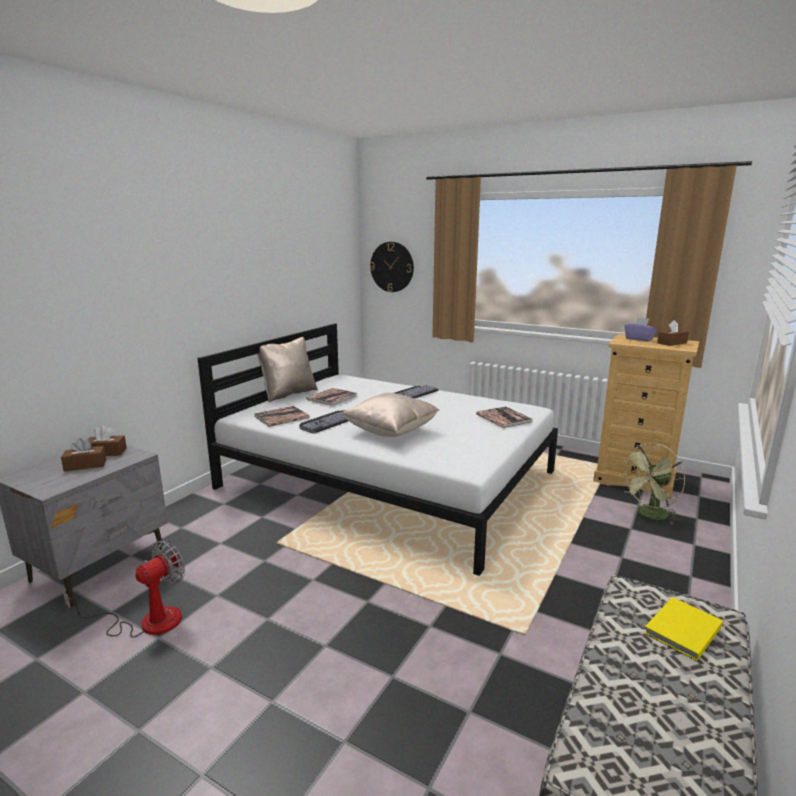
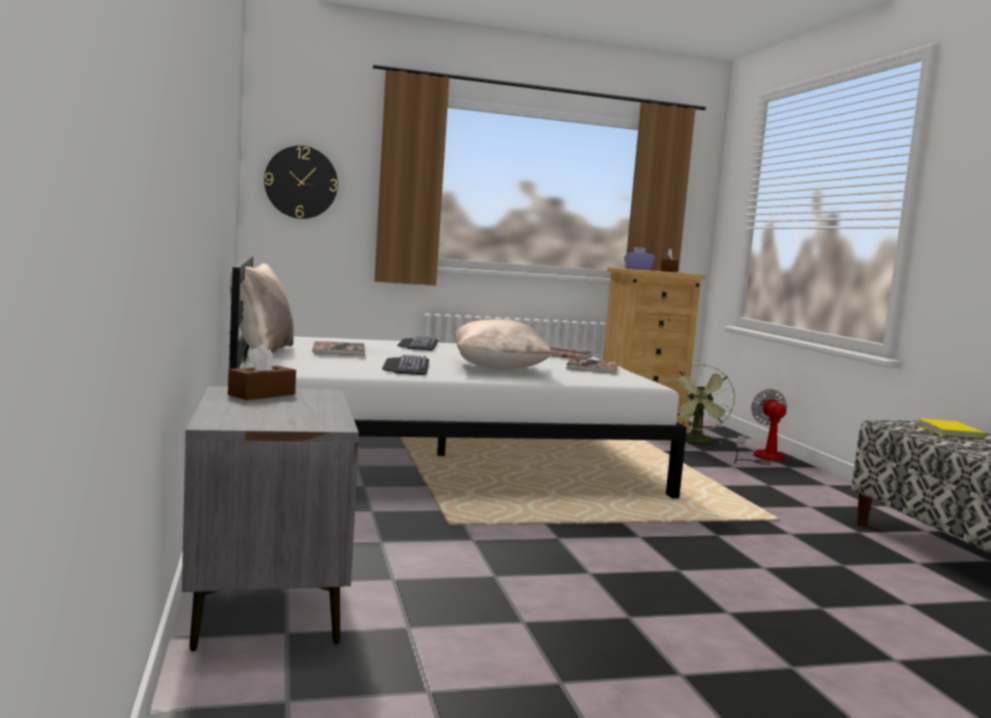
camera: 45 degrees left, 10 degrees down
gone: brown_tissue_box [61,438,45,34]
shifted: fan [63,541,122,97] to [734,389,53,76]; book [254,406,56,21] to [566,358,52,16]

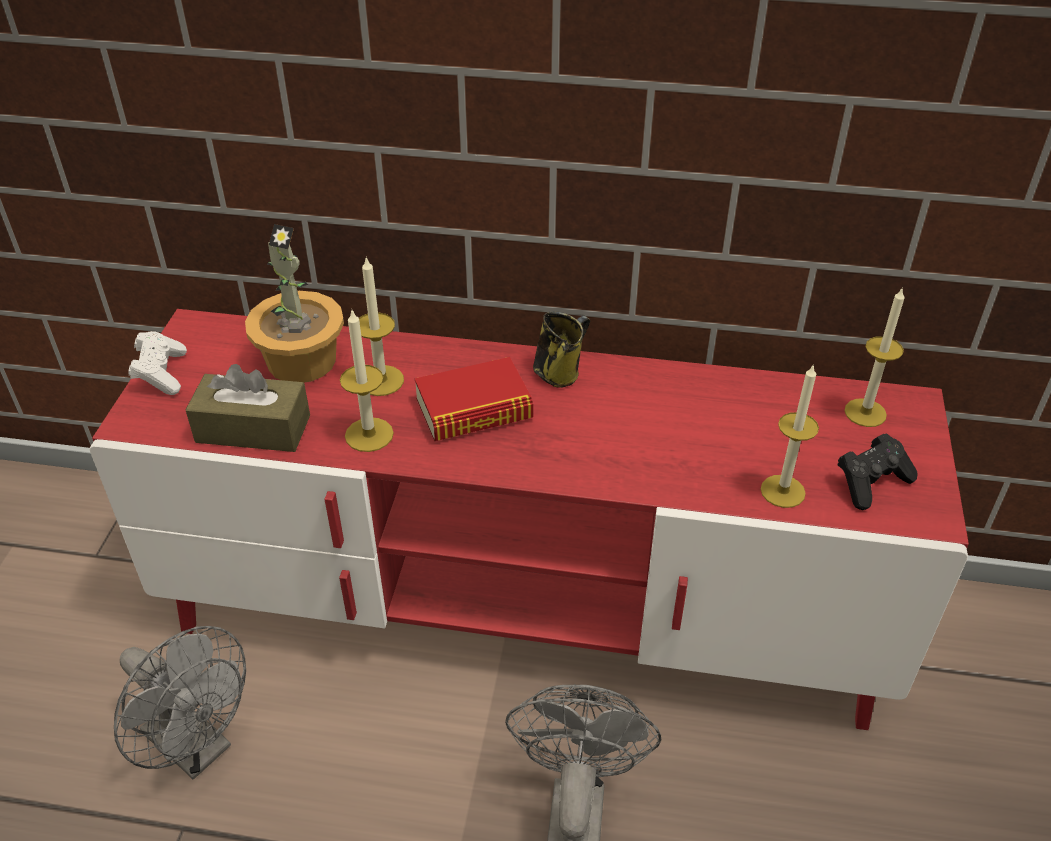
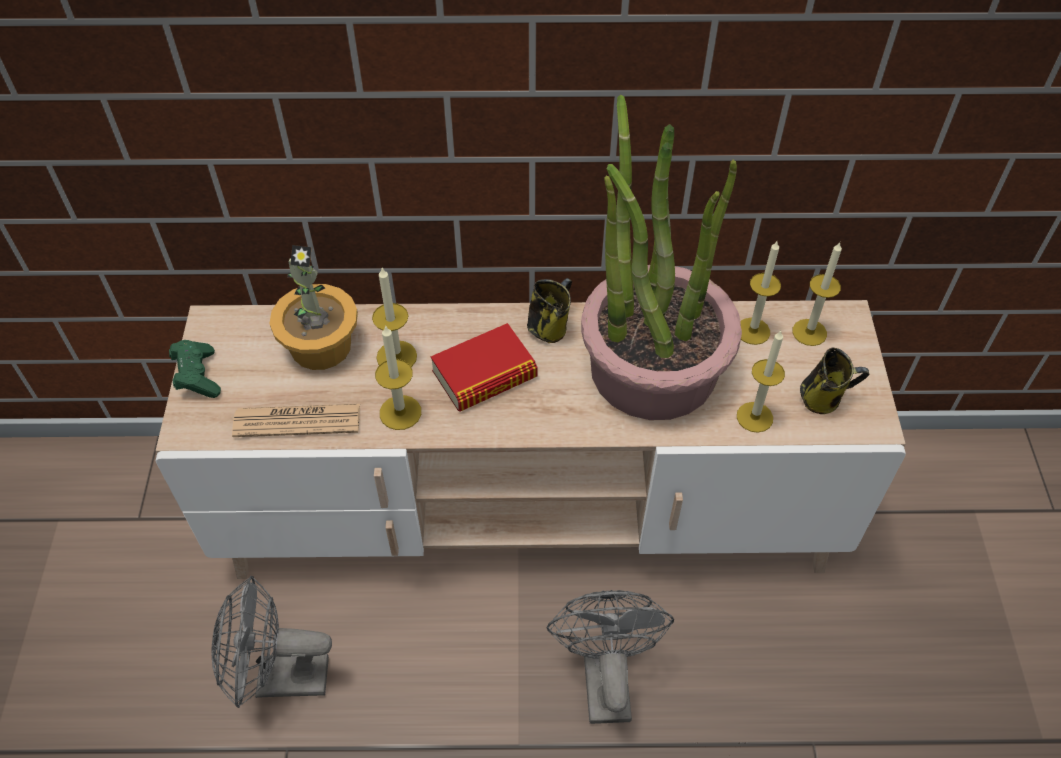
camera: 10 degrees left, 10 degrees up
new: potted_plant [581,94,161,326]; candle [741,241,40,104]
swapped: brown_tissue_box [186,364,124,88] to newspaper [232,404,128,33]; black_game_controller [837,433,80,77] to mug [800,347,70,67]
repainted: red_tv_stand [90,309,879,421] to beige_tv_stand [155,300,751,279]; white_game_controller [128,331,59,64] to green_game_controller [169,340,52,58]
rotated: grey_fan [114,626,132,154] = [212,576,120,132] 150 degrees clockwise

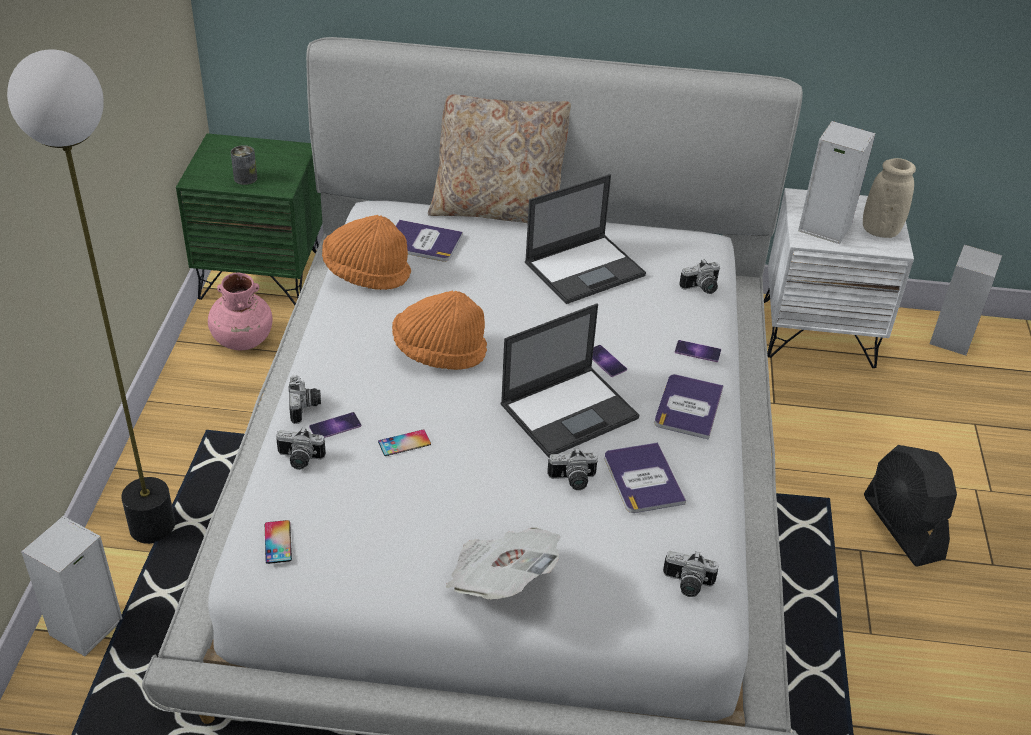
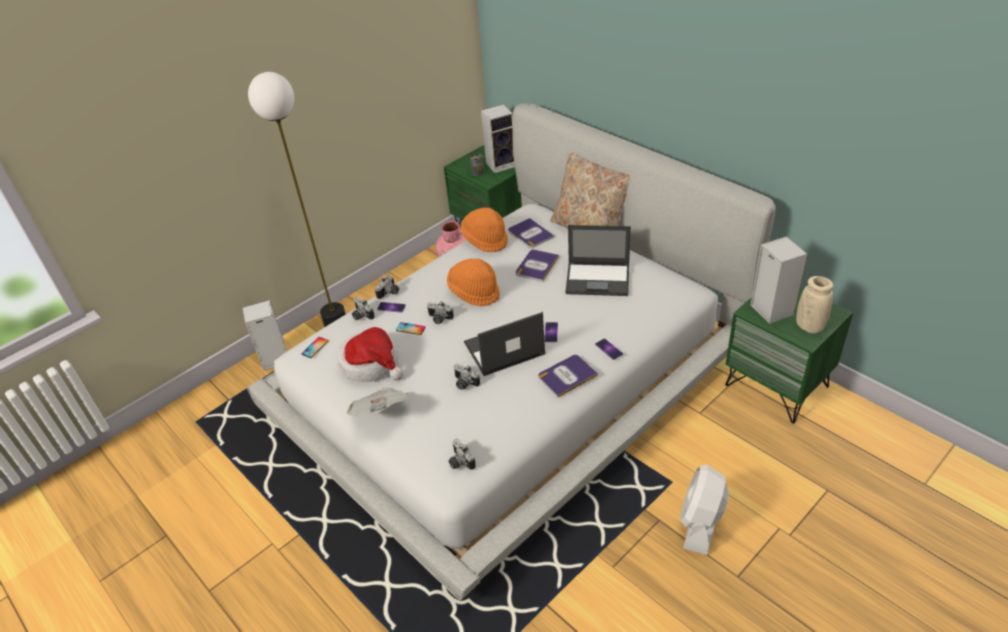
camera: 45 degrees right, 0 degrees up
new: hat [337,327,66,55]
shifted: book [604,442,82,71] to [516,249,43,33]; photo_camera [679,259,41,35] to [427,302,27,22]; speaker [930,245,72,110] to [481,104,34,69]
repainted: white_nightstand [764,188,150,180] to green_nightstand [725,288,128,135]; black_fan [864,445,93,122] to white_fan [681,465,48,90]
rotated: laptop [500,303,139,155] = [464,312,82,64] 150 degrees clockwise

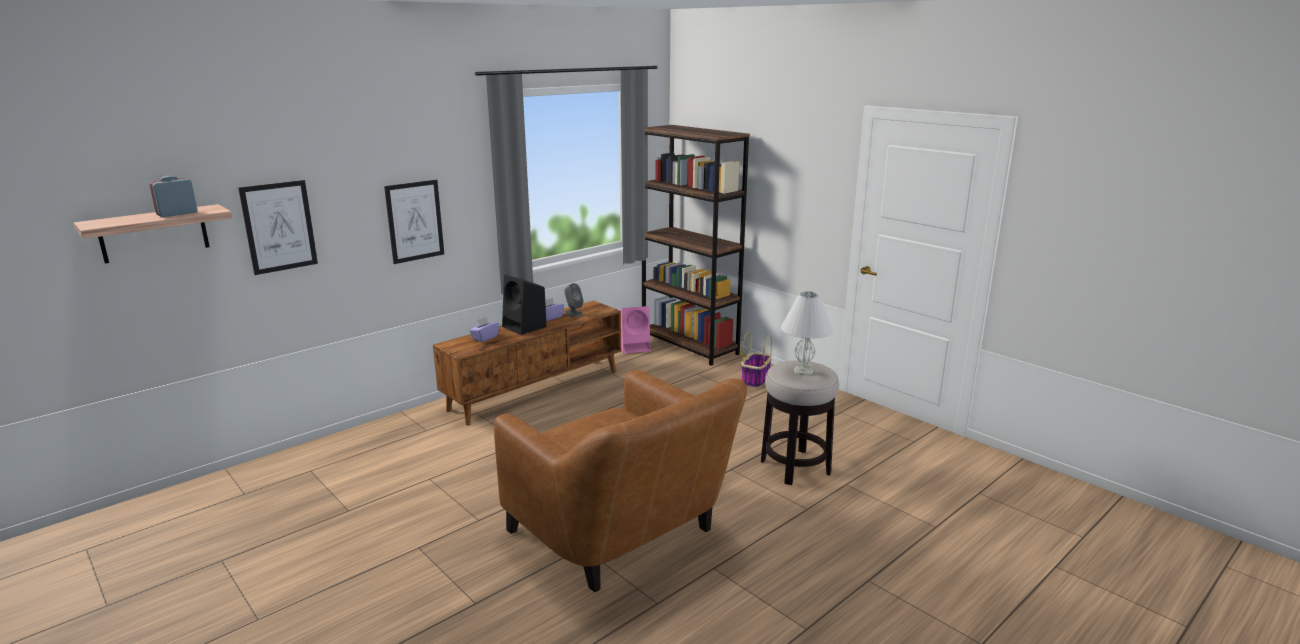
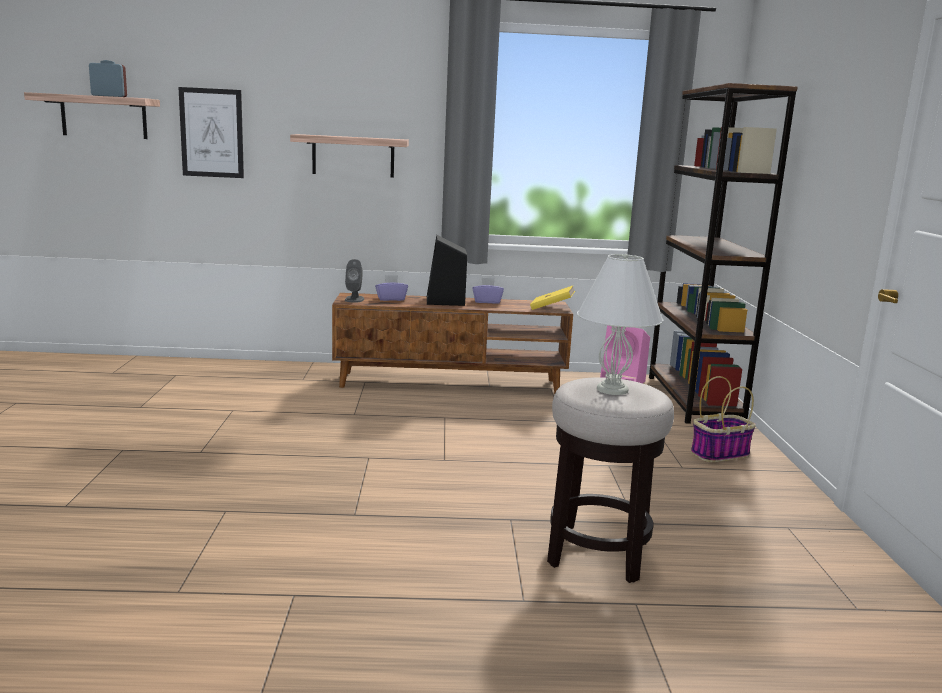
camera: 40 degrees right, 5 degrees down
gone: brown_armchair [494,370,253,222]
new: yellow_book [530,286,45,24]
shifted: grey_speaker [564,283,19,34] to [345,259,19,44]
swapped: picture [384,180,60,84] to shelf [290,134,119,44]

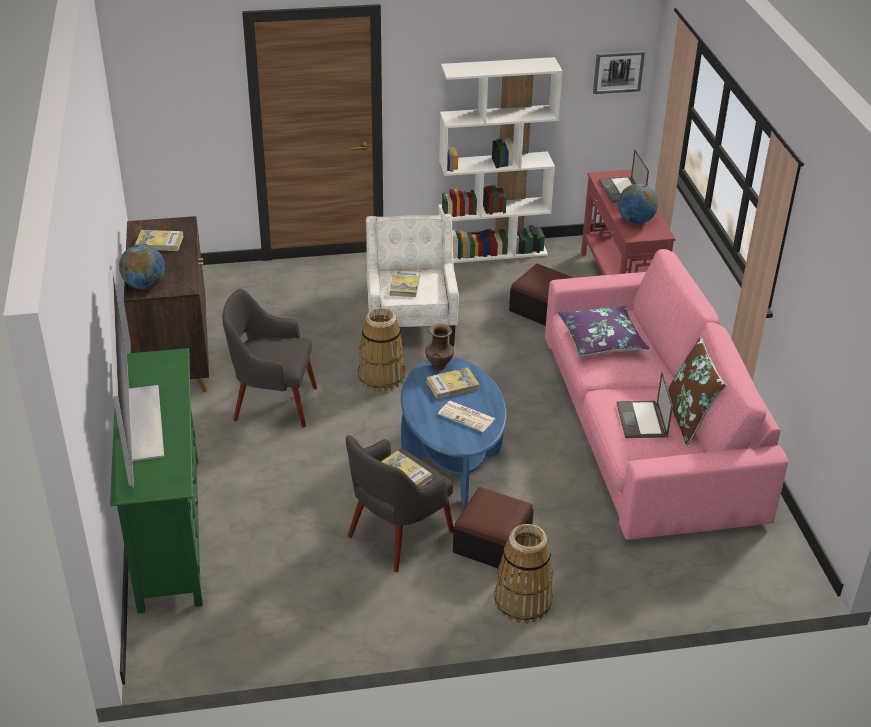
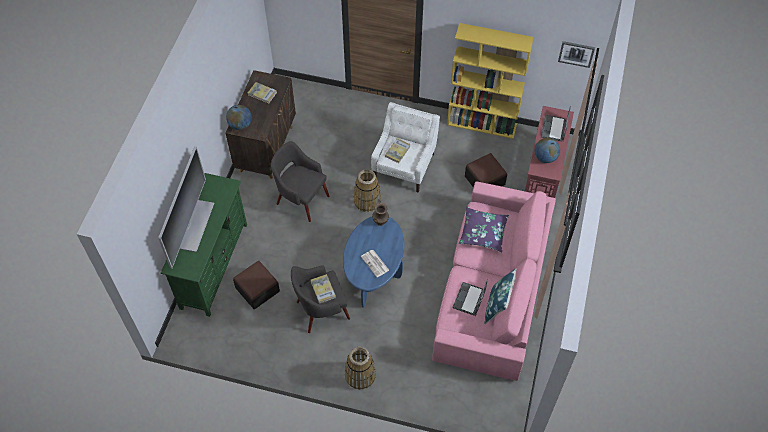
camera: 25 degrees right, 20 degrees up
gone: book [426,367,53,32]
shifted: ottoman [453,487,81,81] to [233,261,47,48]
repainted: white_bookcase [438,57,125,206] to yellow_bookcase [447,23,87,116]; brown_pillow [668,336,58,109] to blue_pillow [485,268,31,56]

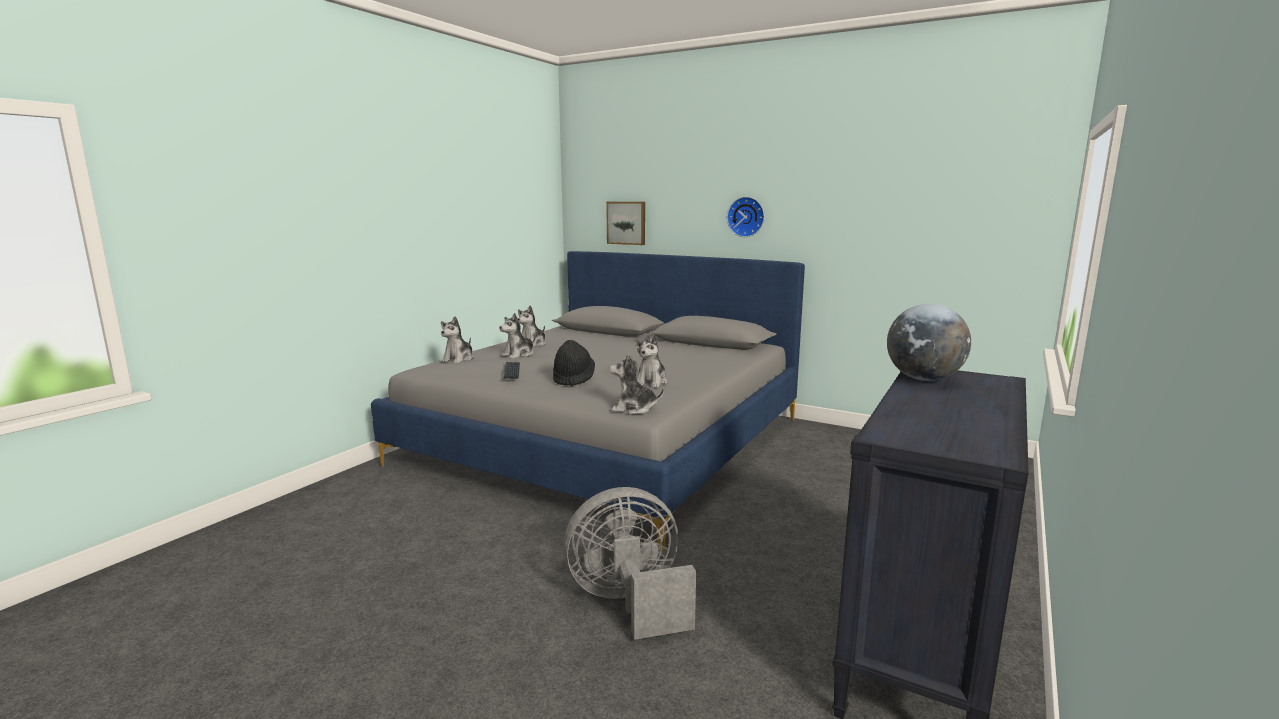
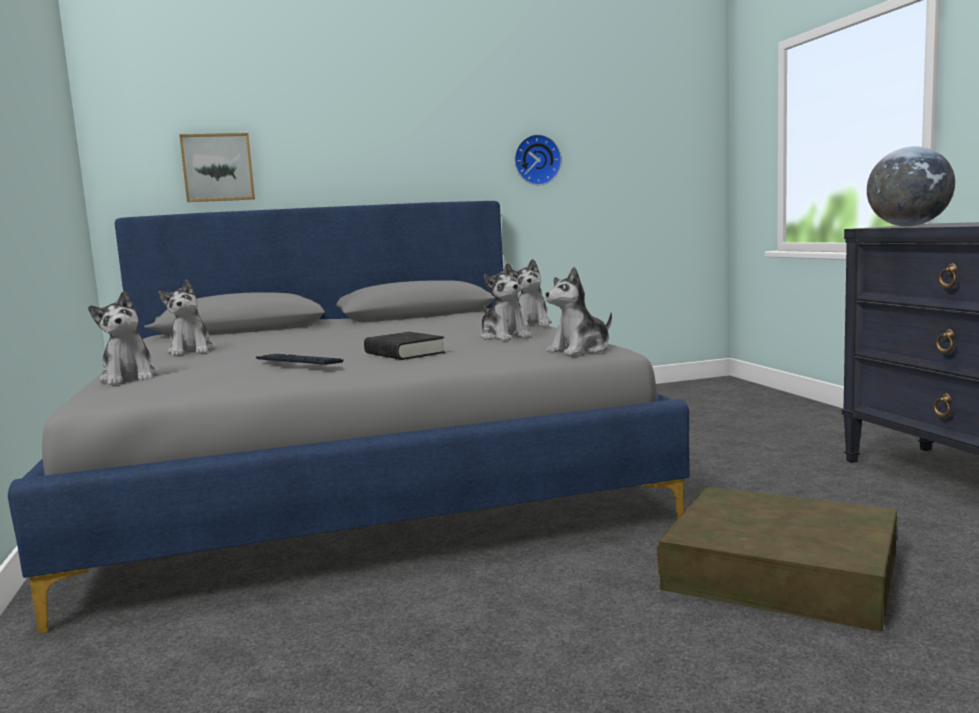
camera: 45 degrees left, 5 degrees down
shifted: plush_toy [499,313,37,46] to [513,259,39,69]; wall_clock [727,197,37,40] to [514,134,48,52]
swapped: black_hat [553,340,42,46] to black_book [364,332,81,28]; grey_fan [563,487,133,153] to brown_storage_box [657,487,240,145]

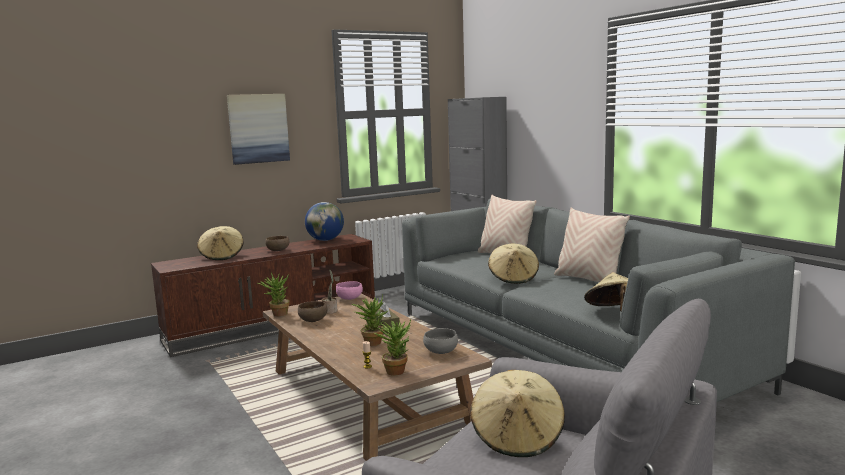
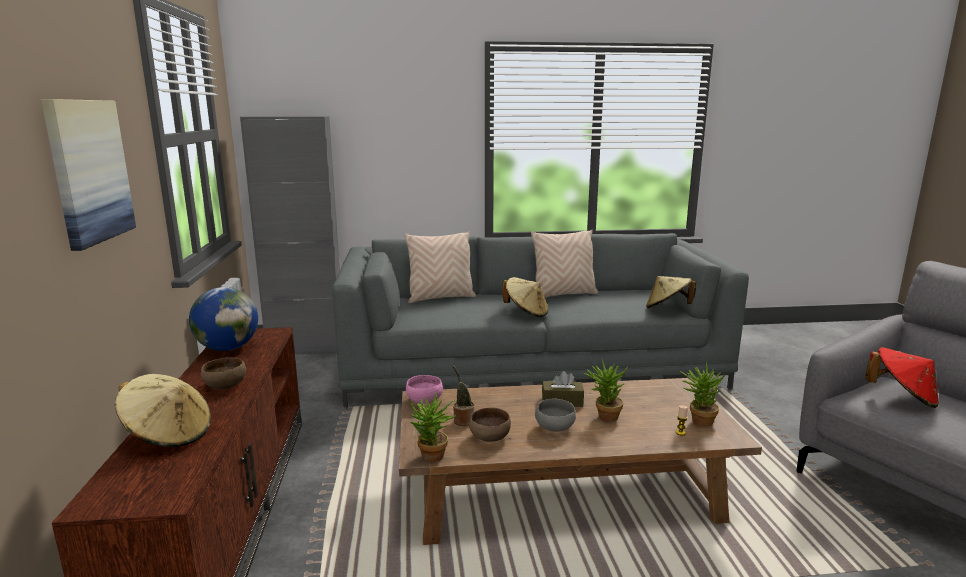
camera: 65 degrees left, 5 degrees up
shifted: grey_bowl [423,328,35,26] to [535,399,41,32]
repainted: beige_hat [470,370,95,87] to red_hat [865,347,74,61]

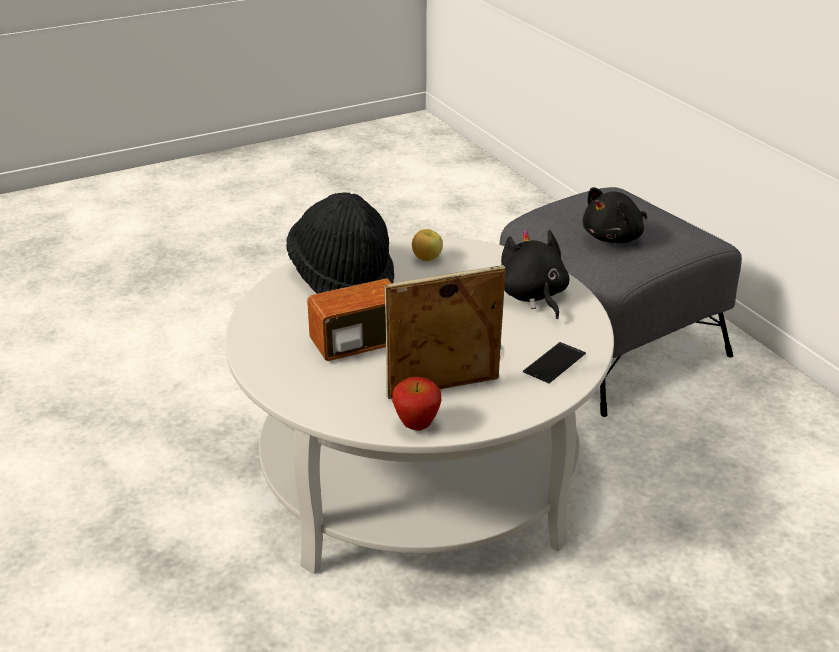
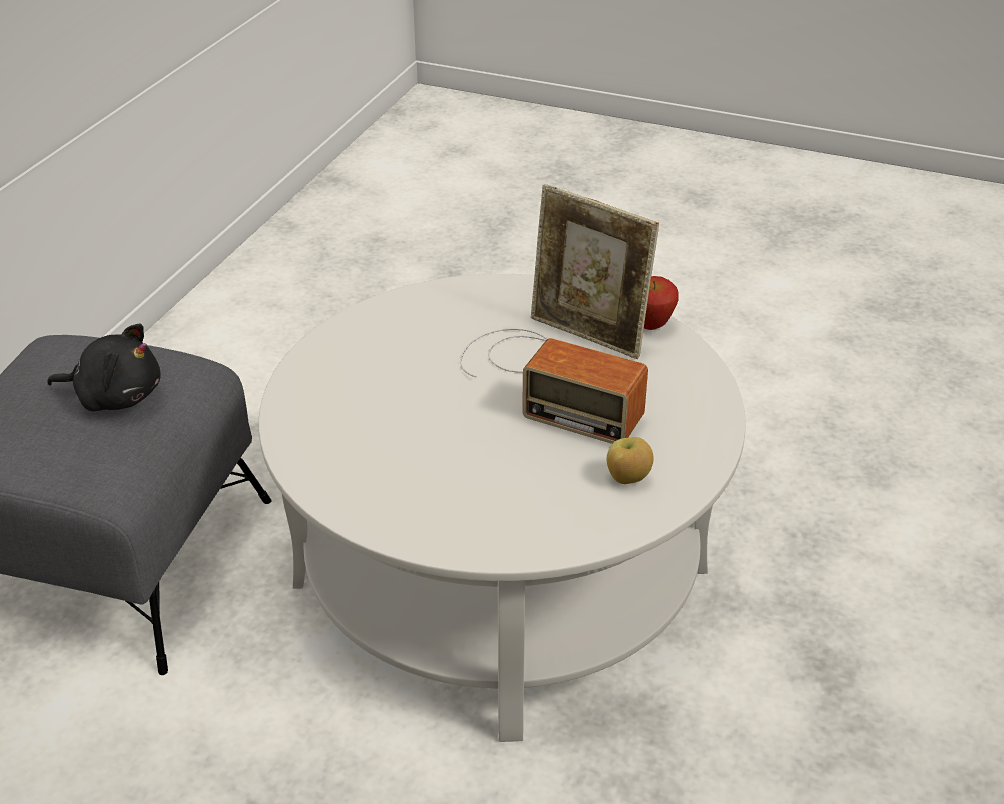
camera: 130 degrees left, 5 degrees up
gone: black_hat [286,192,108,102]; black_plush_toy [501,230,69,89]; phone [523,342,63,41]
shifted: apple [412,229,31,32] to [607,437,47,47]

